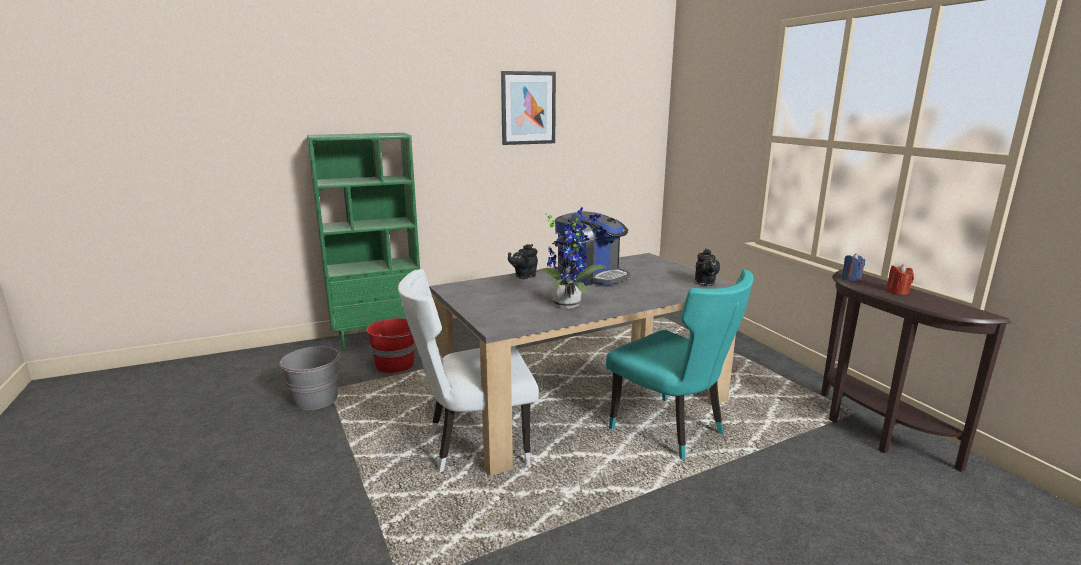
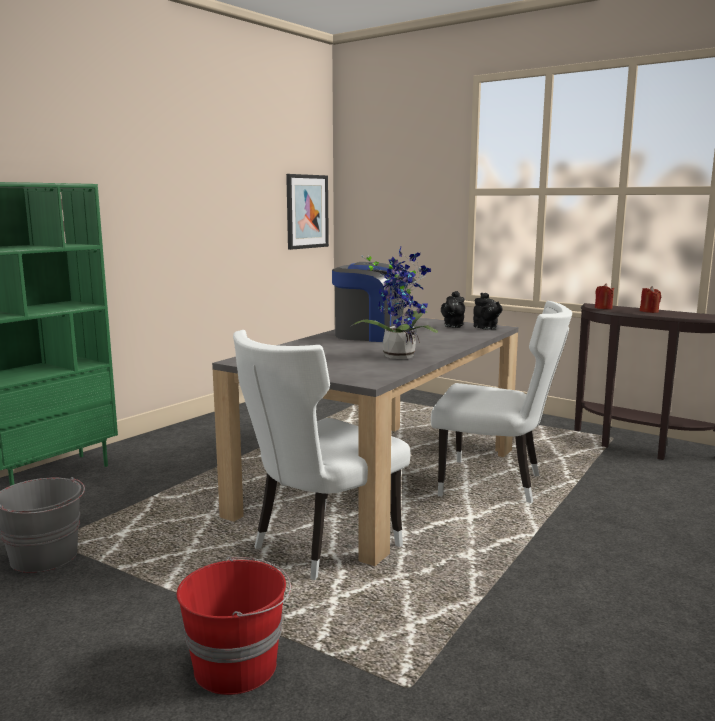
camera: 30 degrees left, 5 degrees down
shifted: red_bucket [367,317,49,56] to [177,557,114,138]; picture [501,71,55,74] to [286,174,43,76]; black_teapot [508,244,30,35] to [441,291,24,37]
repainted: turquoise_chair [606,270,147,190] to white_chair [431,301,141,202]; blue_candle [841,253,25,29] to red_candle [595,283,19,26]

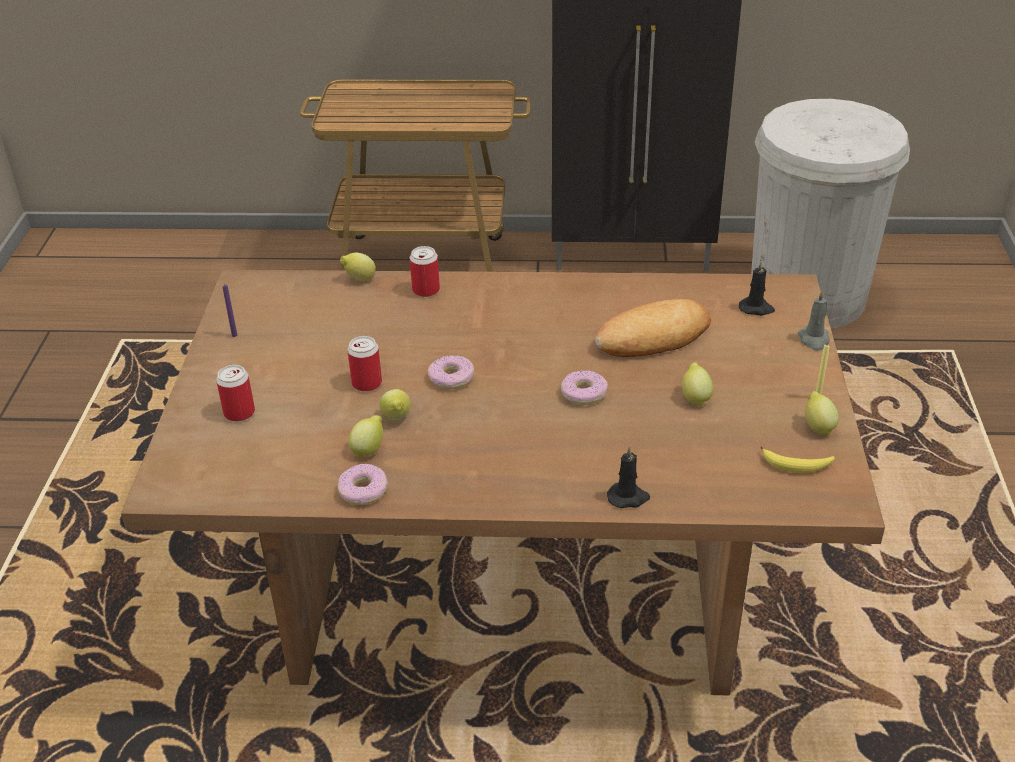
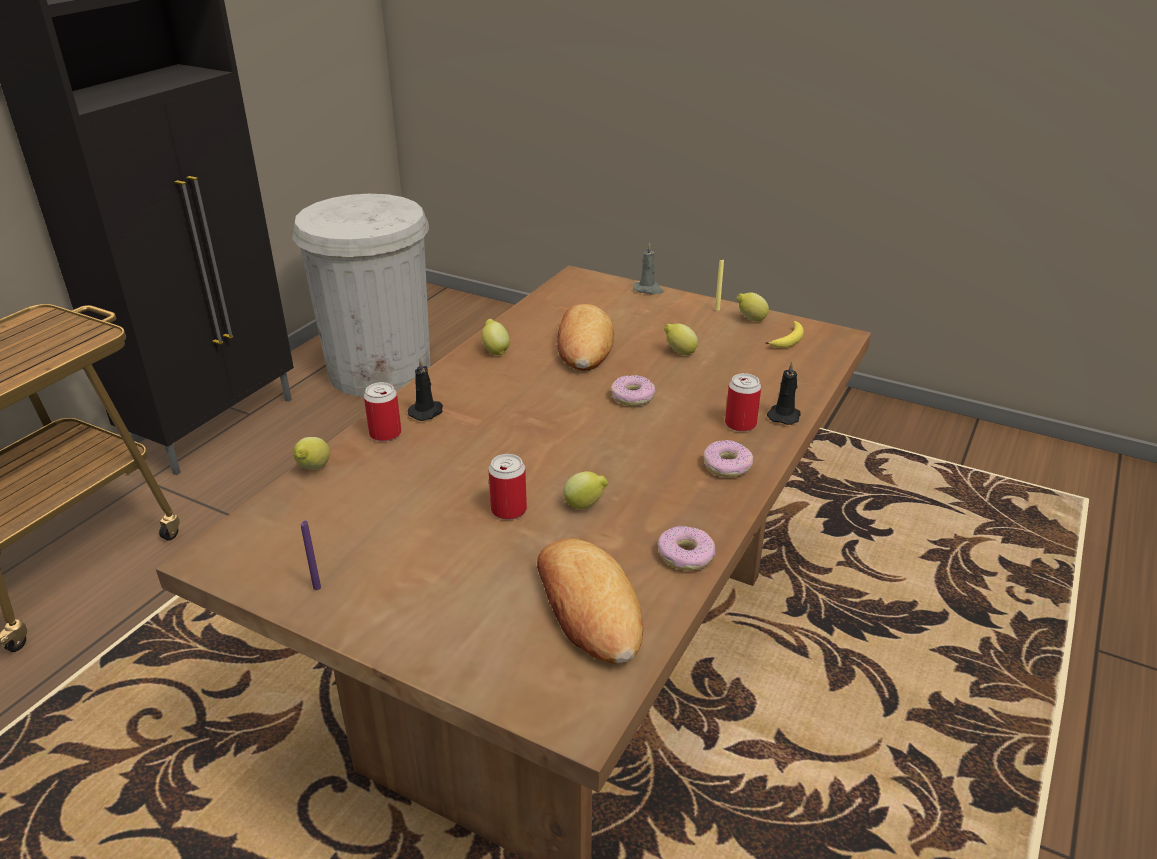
camera: 65 degrees left, 5 degrees down
new: bread [537,539,106,124]
shifted: can [216,365,39,57] to [725,373,36,59]; lemon [348,415,35,44] to [481,319,29,36]; donut [428,356,46,34] to [703,440,50,38]; black_candle [739,260,36,56] to [408,358,35,63]

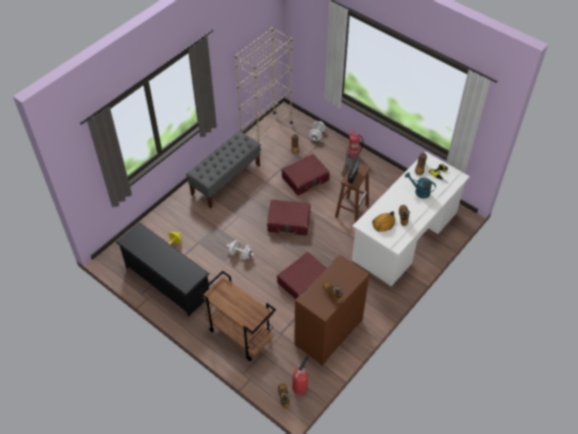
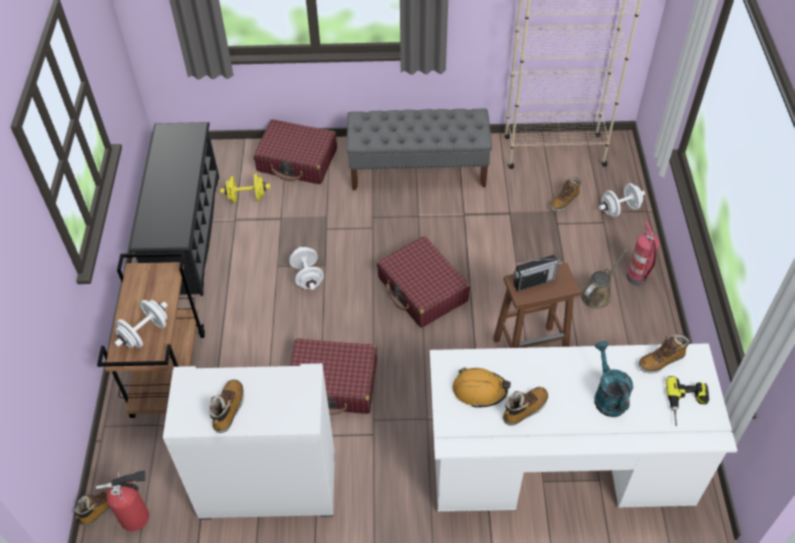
camera: 50 degrees right, 0 degrees up
new: white_dumbbell [114,300,54,48]
shifted: red_suitcase [282,154,48,41] to [253,119,84,65]
repainted: brown_cabinet [294,254,75,111] to white_cabinet [163,363,172,157]

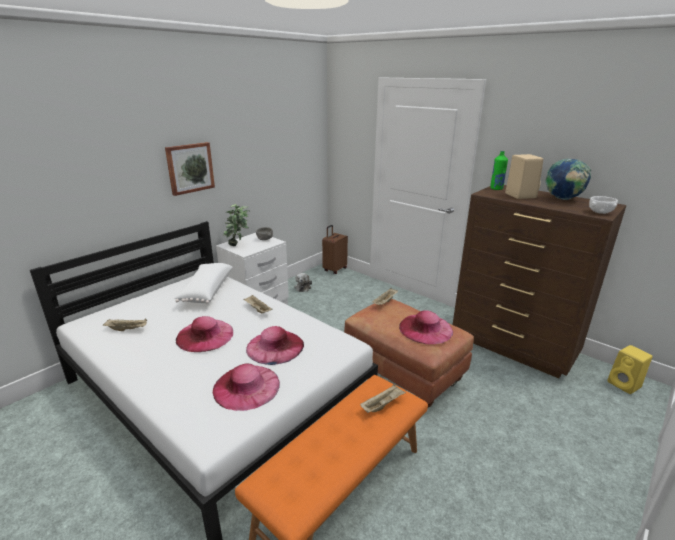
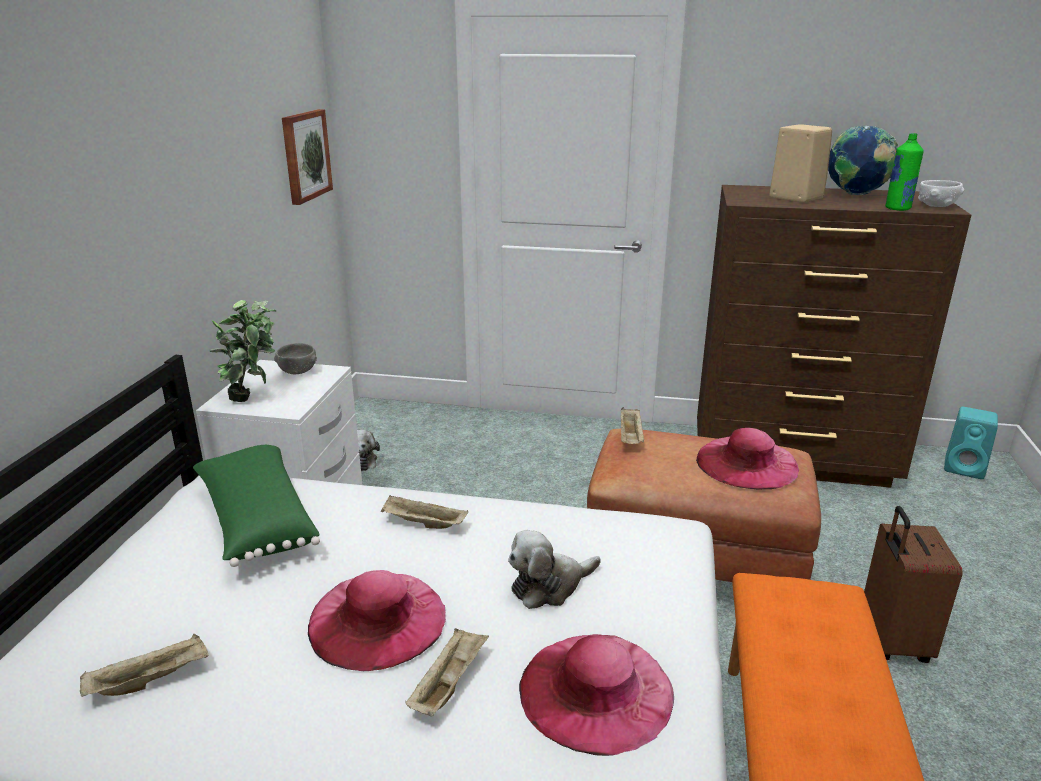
camera: 30 degrees left, 0 degrees up
shifted: picture [165,142,50,54] to [282,109,51,96]; brown_suitcase [322,225,26,49] to [864,506,99,157]; beige_tray [360,384,46,29] to [405,628,84,89]; green_bottle [490,151,18,39] to [885,133,39,78]
swapped: pink_hat [246,326,58,39] to plush_toy [508,530,93,79]
repainted: white_pillow [174,263,58,41] to green_pillow [193,445,127,122]; yellow_speaker [607,345,45,49] to turquoise_speaker [944,407,54,72]

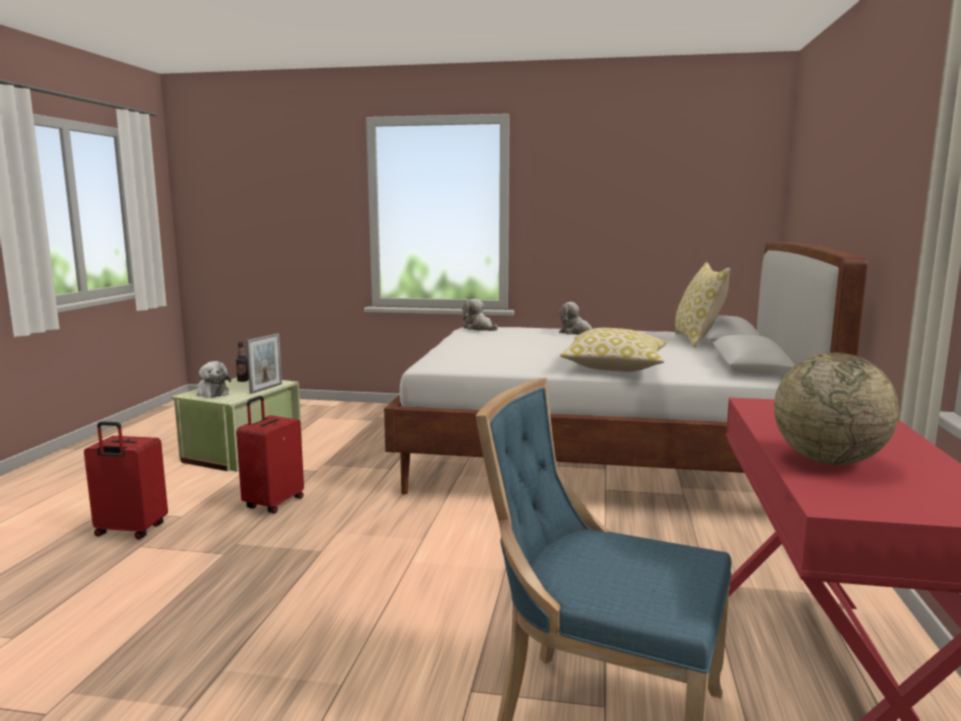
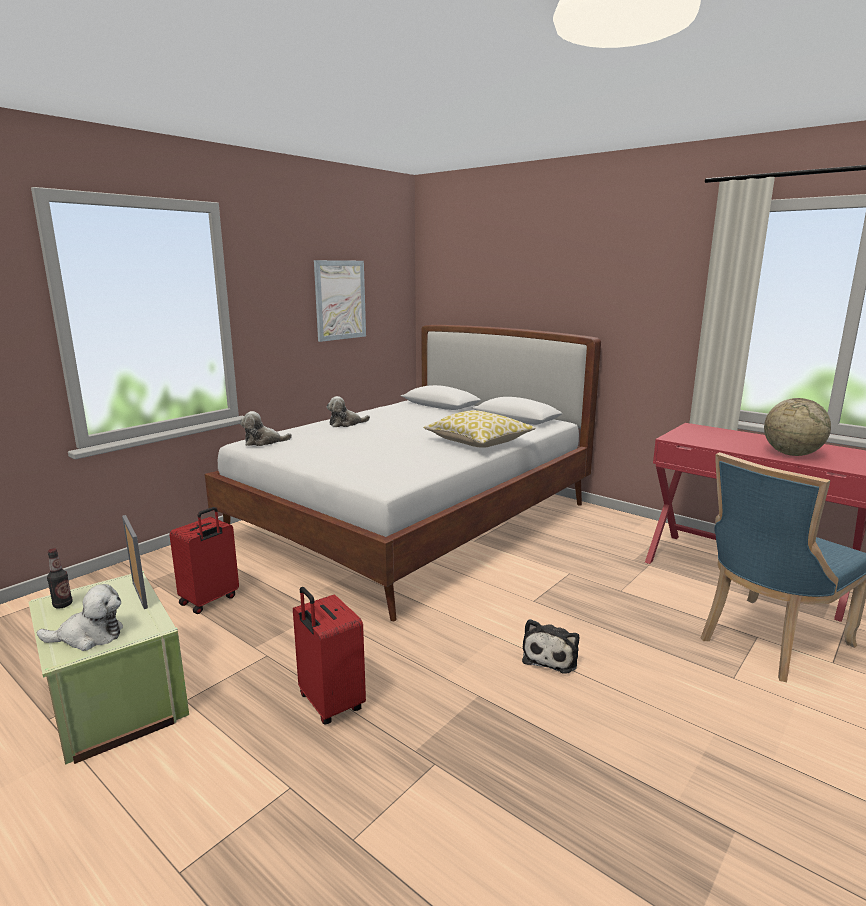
camera: 60 degrees left, 5 degrees up
gone: pillow [675,262,55,86]
new: picture [314,260,52,82]; plush_toy [522,619,57,54]
shifted: red_suitcase [84,421,84,118] to [169,507,70,107]

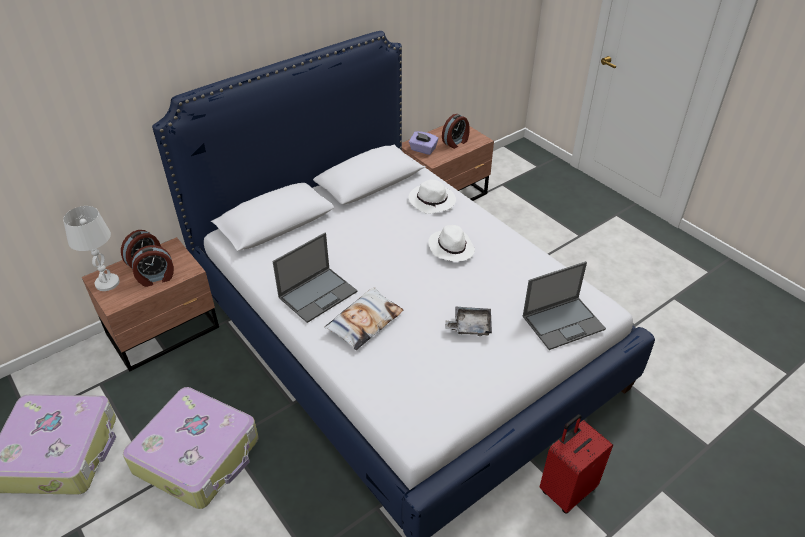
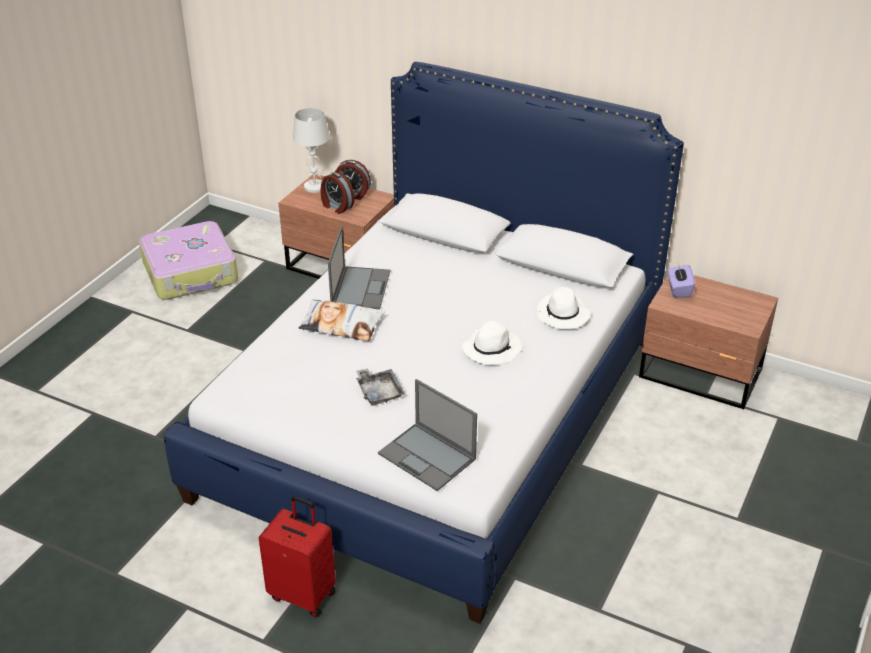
camera: 65 degrees right, 5 degrees down
gone: suitcase [123,387,135,122]; alarm_clock [442,114,28,35]
rotated: laptop [272,233,86,90] = [328,226,62,83] 105 degrees counterclockwise

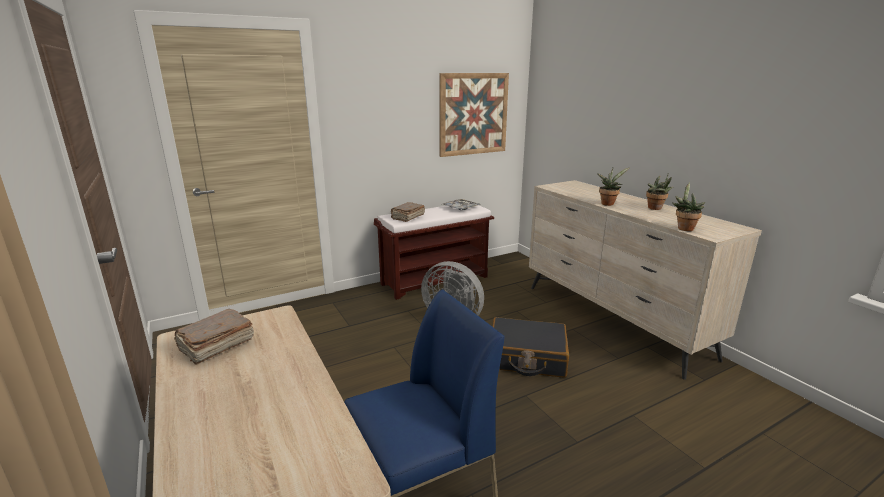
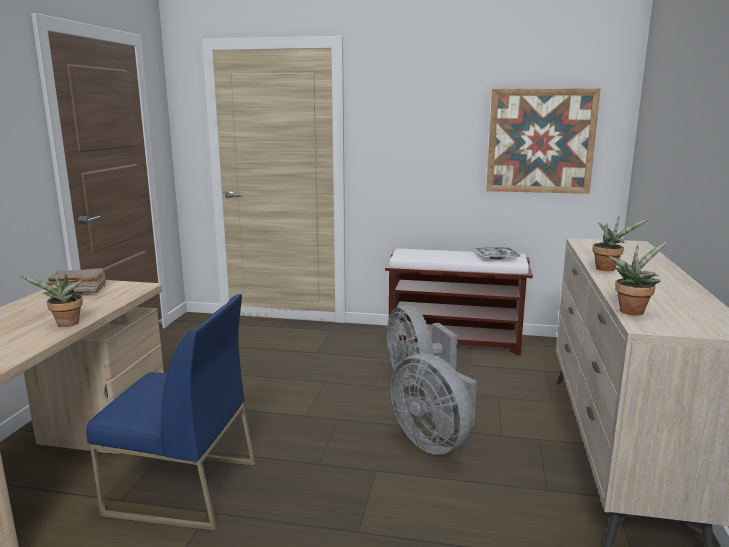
camera: 40 degrees right, 5 degrees down
gone: brown_book [391,202,34,20]
shifted: potted_plant [646,173,27,37] to [20,271,63,56]
swapped: black_suitcase [492,317,77,61] to grey_fan [390,353,87,102]

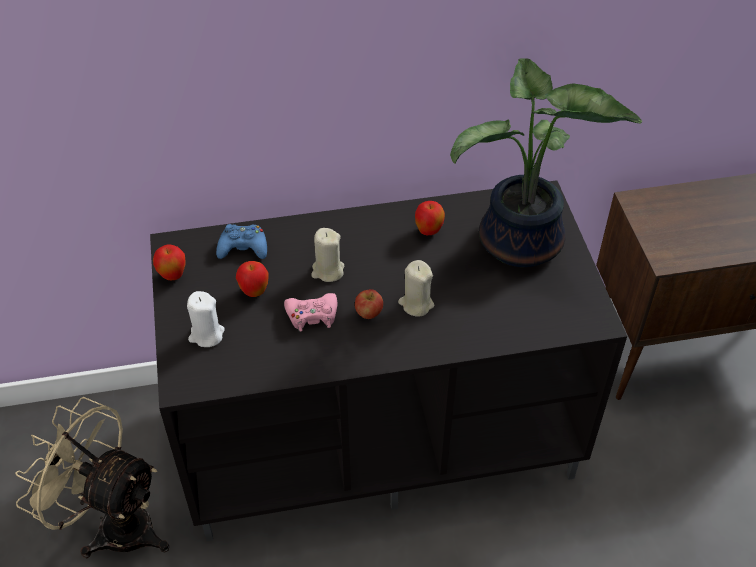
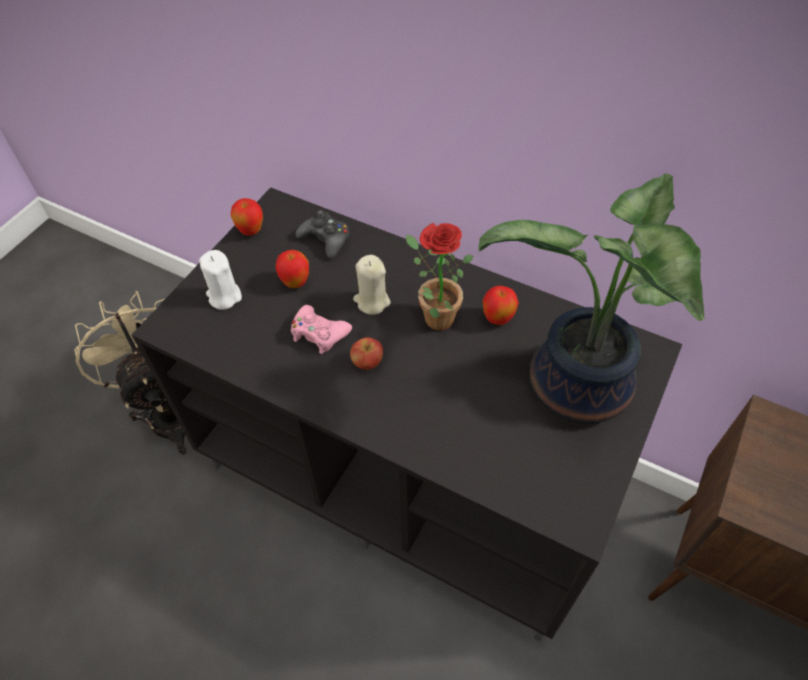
camera: 40 degrees right, 5 degrees up
gone: beige_candle [398,260,36,56]
new: potted_plant [406,223,67,107]
repainted: blue_game_controller [216,224,51,35] to black_game_controller [296,210,54,48]

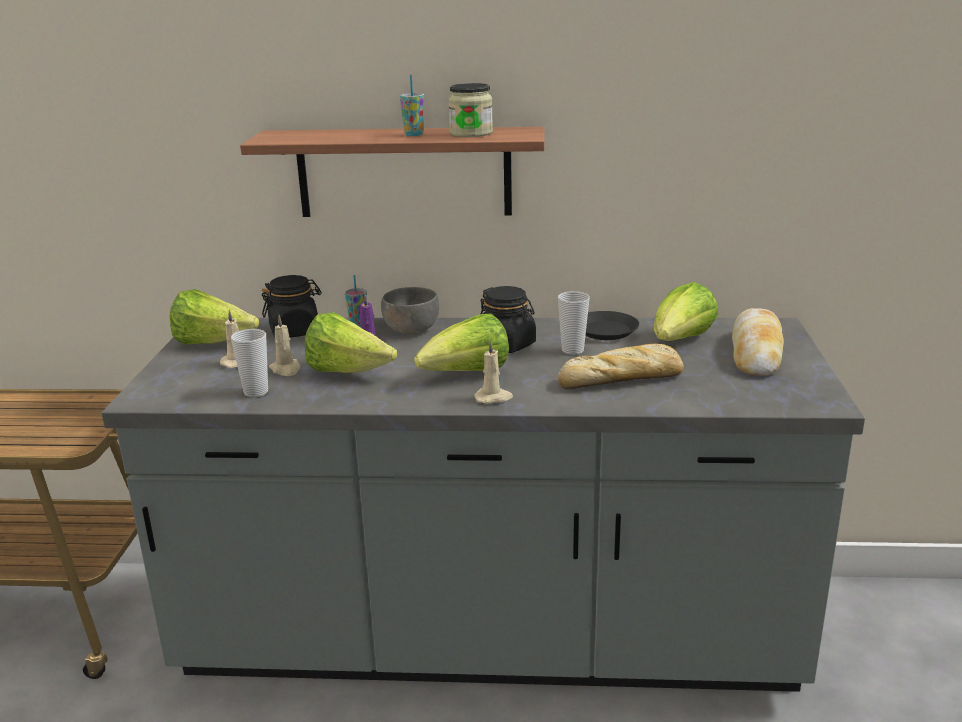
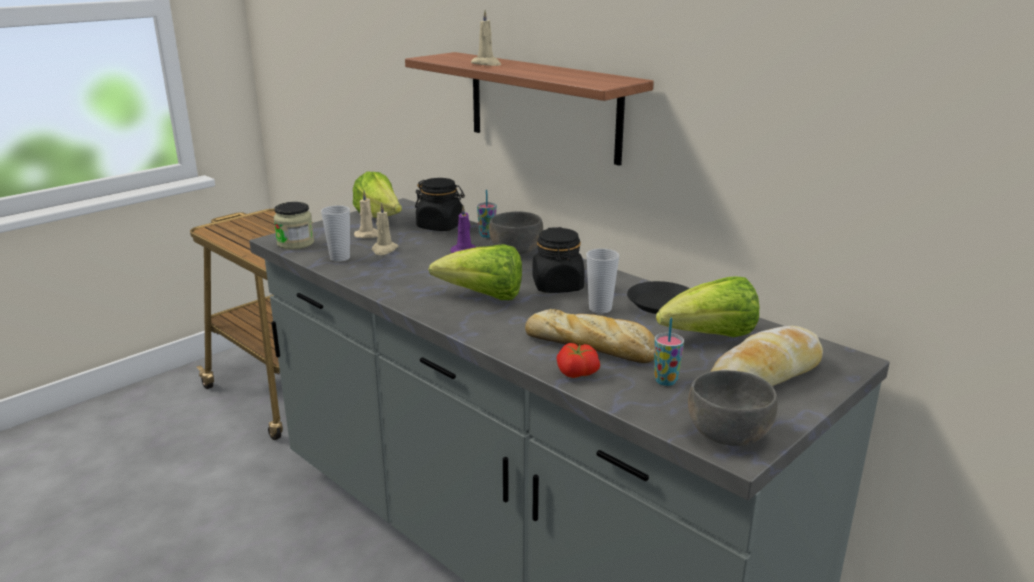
camera: 40 degrees right, 0 degrees up
gone: lettuce [305,312,92,61]
new: tomato [556,343,44,35]; grey_bowl [688,370,90,76]
shifted: cup [400,74,24,62] to [654,318,30,68]; jar [448,83,45,54] to [274,202,40,47]; beige_candle [474,340,39,64] to [471,10,30,56]

